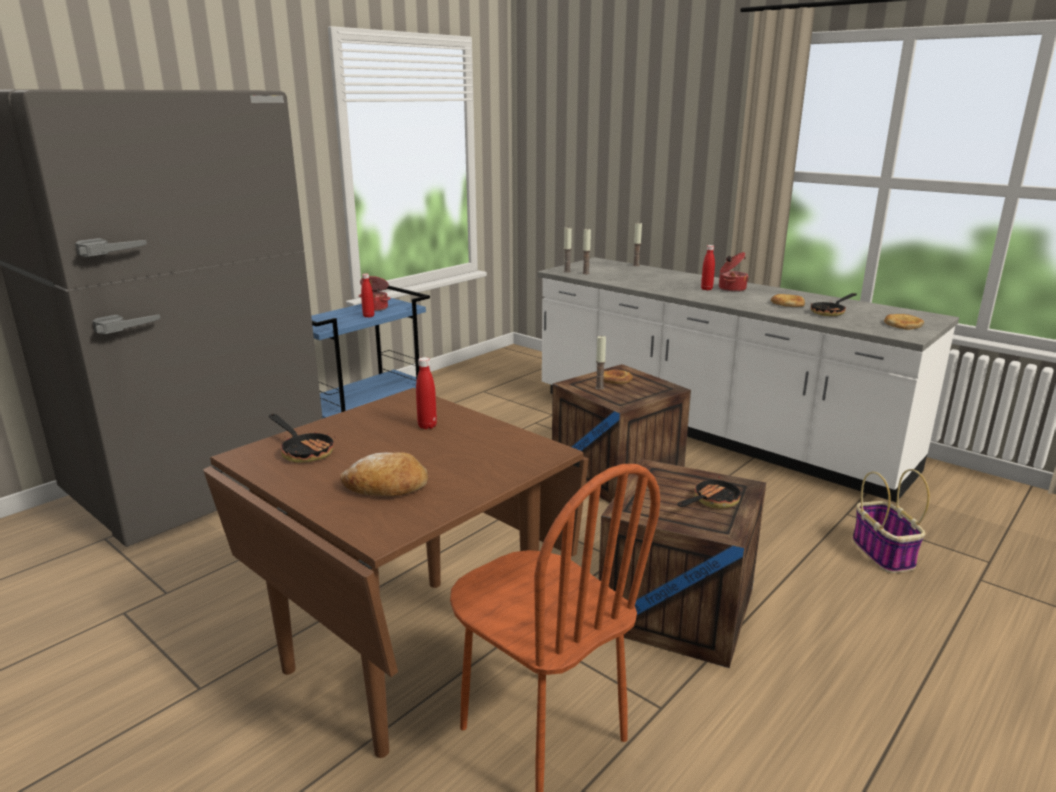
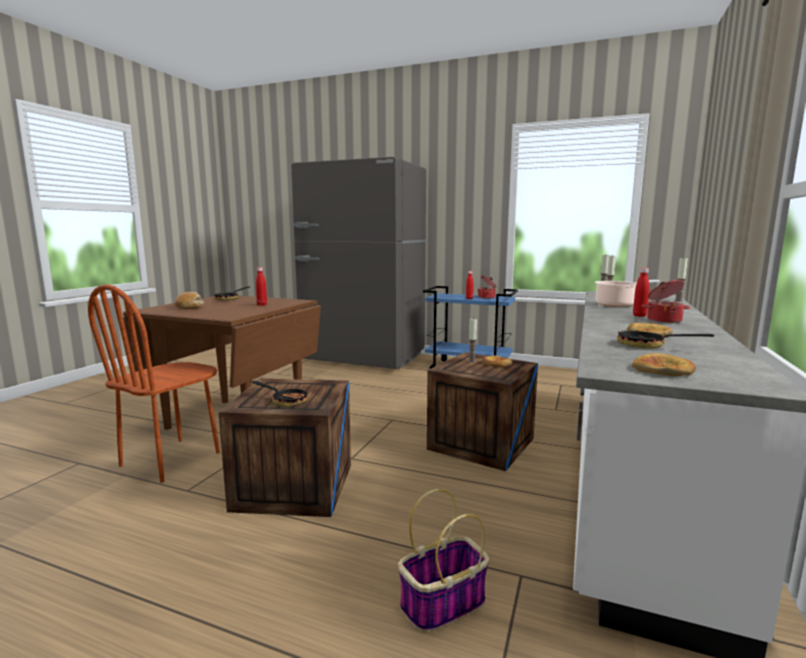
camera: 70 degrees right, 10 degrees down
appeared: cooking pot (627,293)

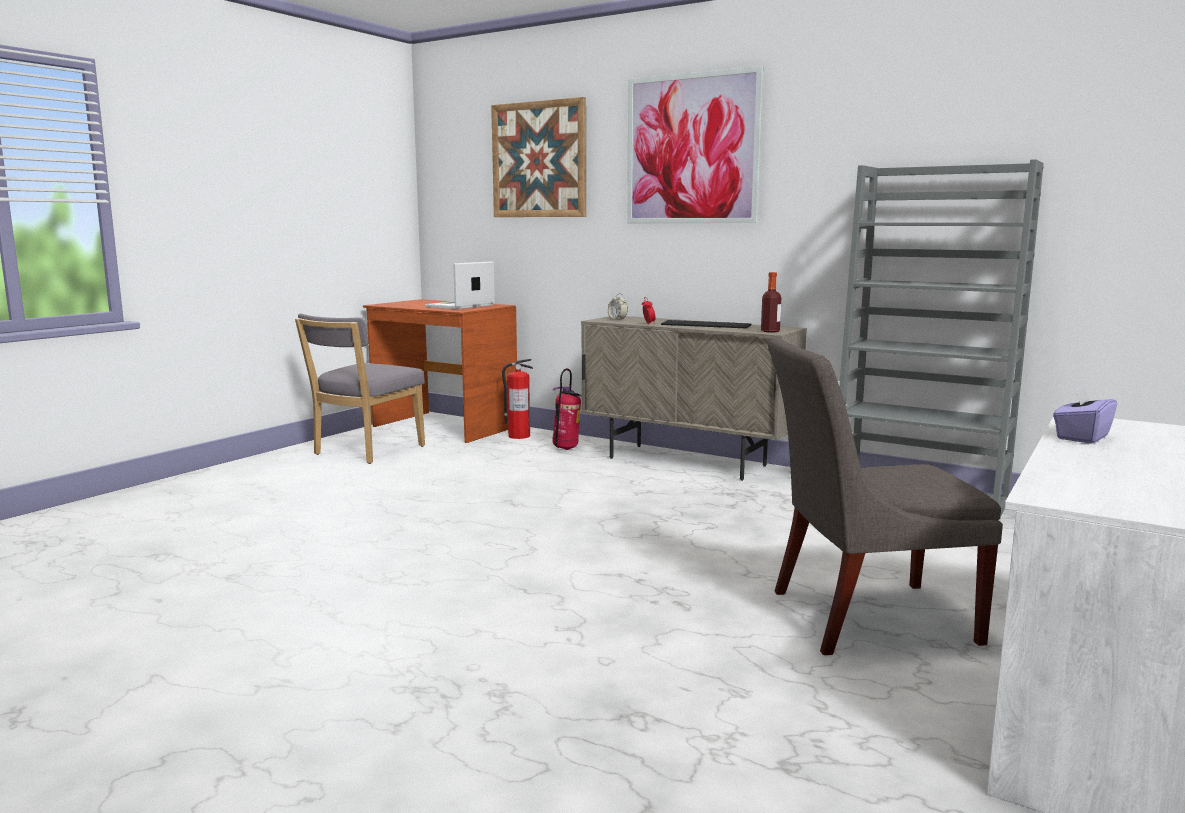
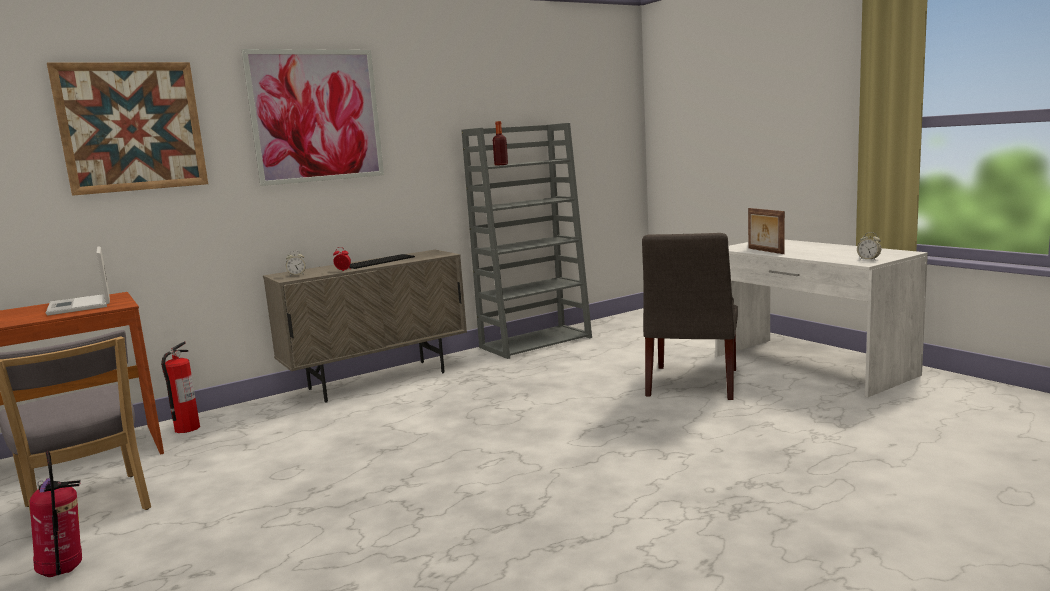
camera: 65 degrees left, 0 degrees up
appeared: table clock (869,246)
relocated: bottle (771,302) to (500,143); fire extinguisher (566,409) to (56,514)
exchanged: tissue box (purple) (1085,414) to picture frame (766,231)

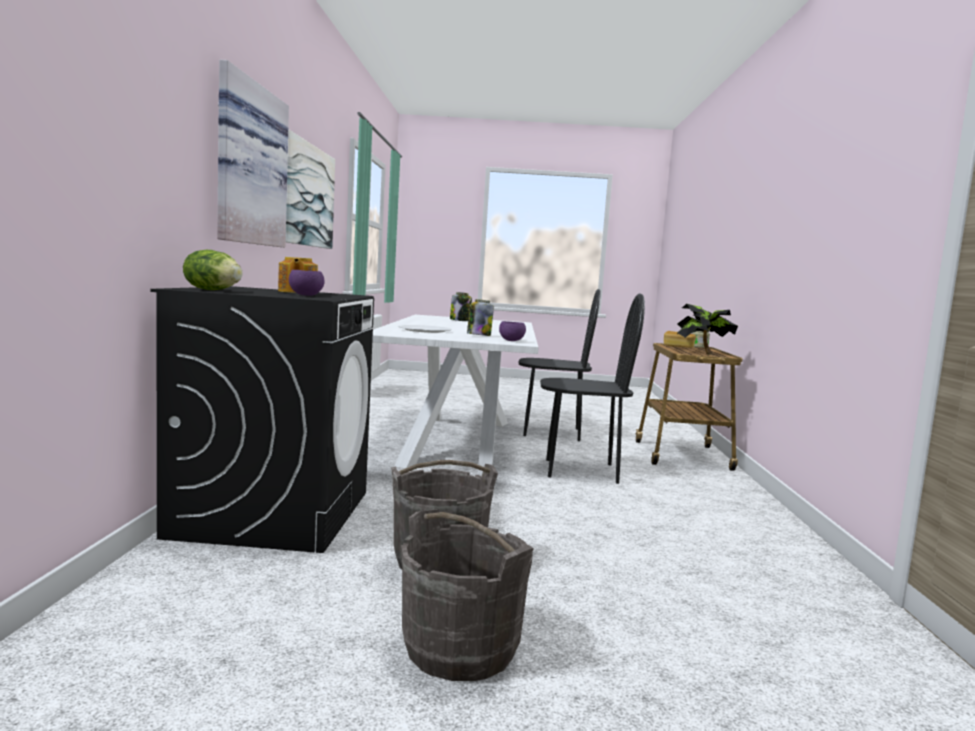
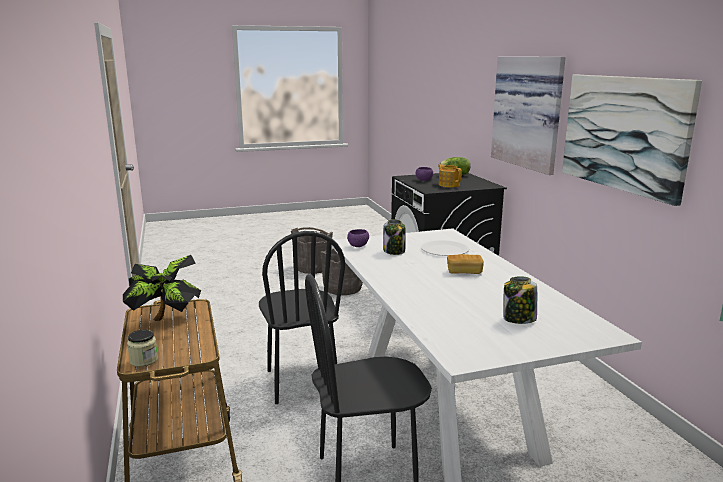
camera: 160 degrees right, 10 degrees up
relocated: bakery bread (680,339) to (465,264)
spun: upright chair (black-coloured) (592,388) = (302,317) 90 degrees counterclockwise

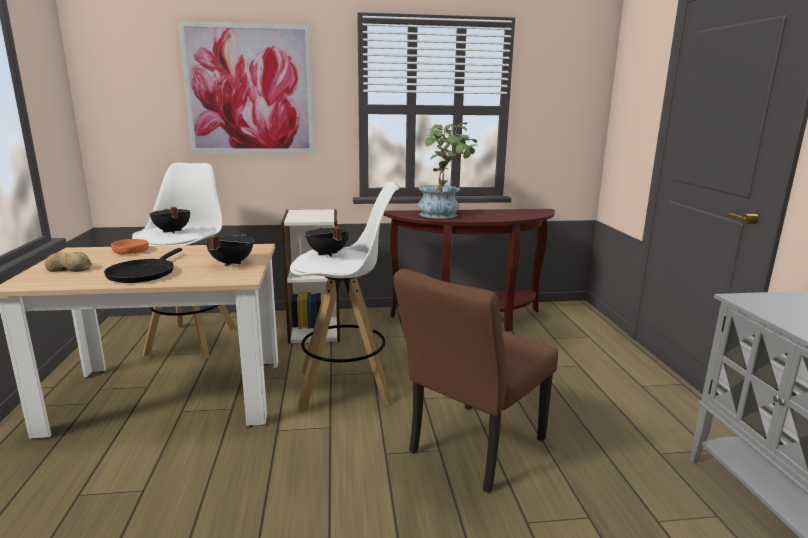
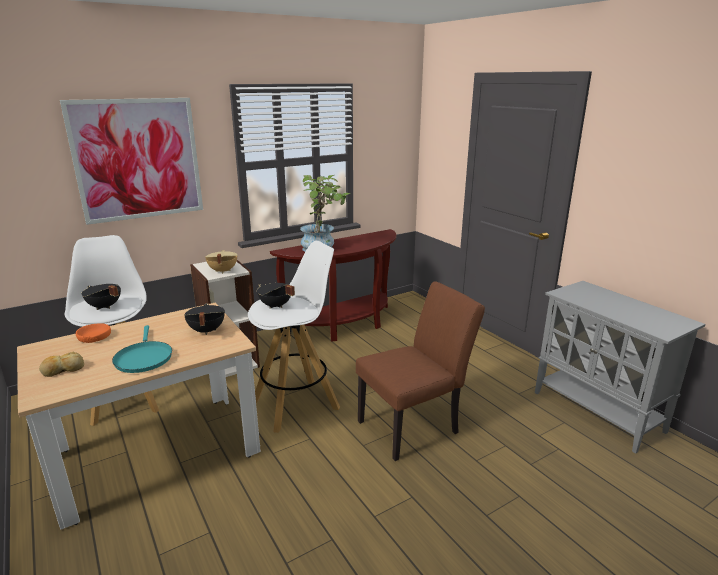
camera: 25 degrees left, 5 degrees up
appeared: cooking pot (sand-coloured) (221,262)
colour: pan (black-coloured) (143,265) to pan (blue-green) (142,349)
spun: upright chair (brownish) (475,381) = (420,371) 135 degrees counterclockwise

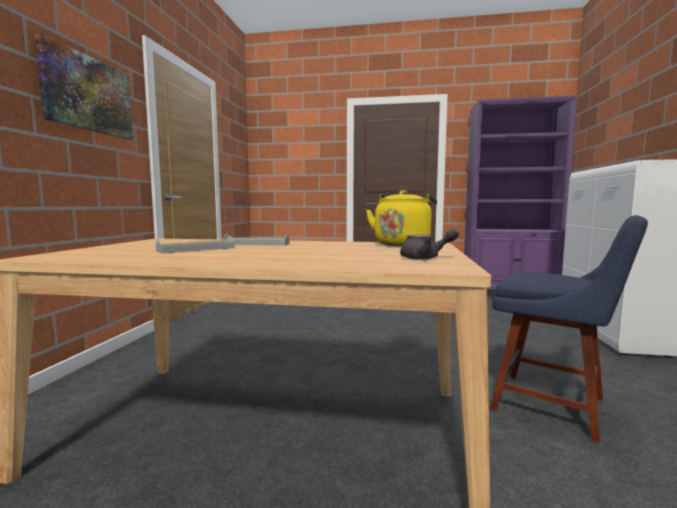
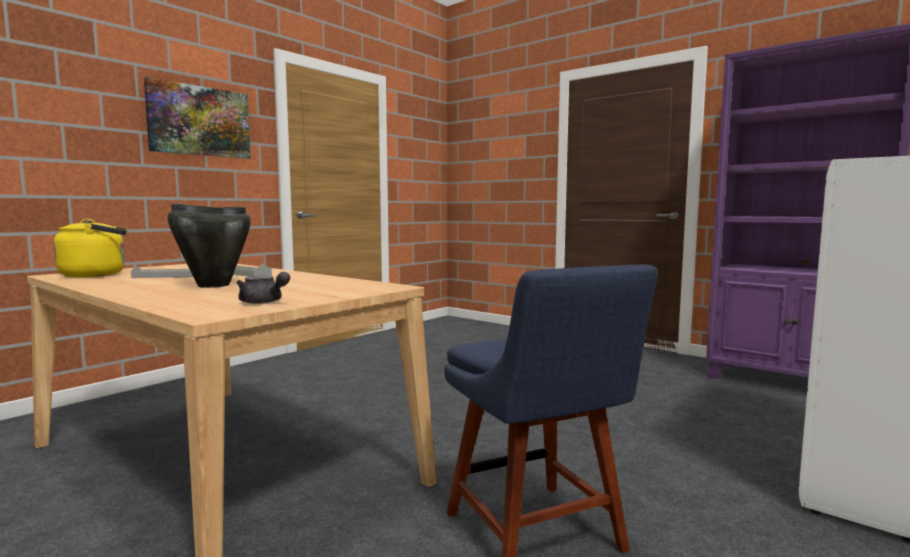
camera: 30 degrees right, 0 degrees up
appeared: cooking pot (black-coloured) (209,246)
relocated: tea kettle (yellow) (401,218) to (90,248)

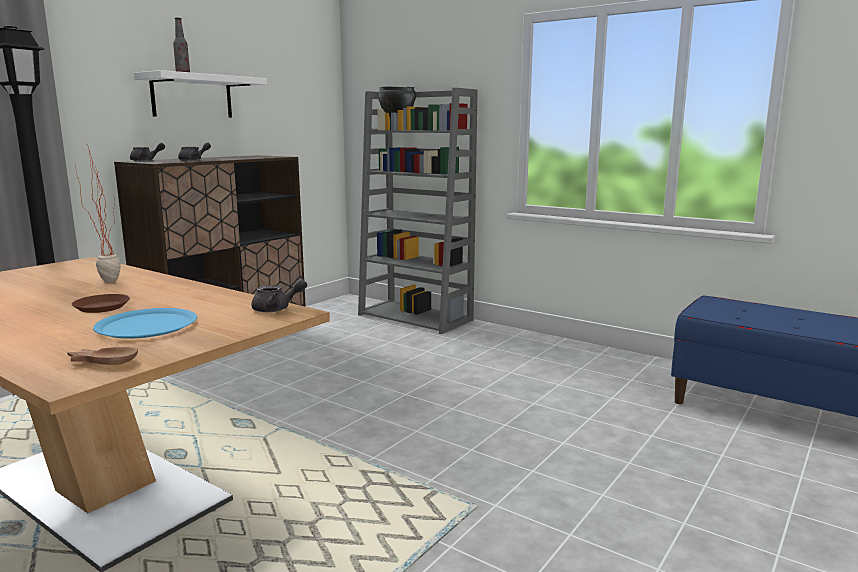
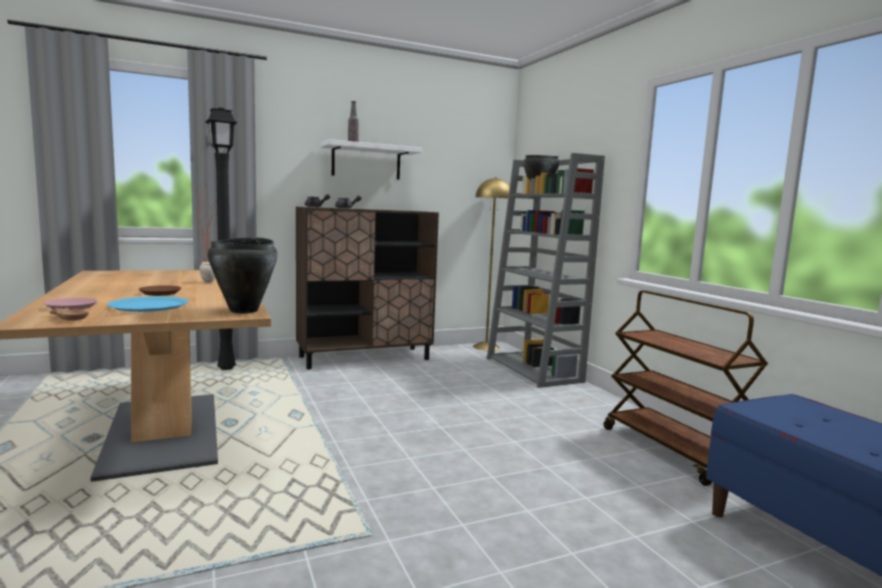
camera: 30 degrees right, 5 degrees down
appeared: floor lamp (yellow) (491,264); trolley (brownish) (686,388); plate (pinkish) (71,304)
exchanged: pot for tea (gray) (279,295) to cooking pot (black-coloured) (242,275)

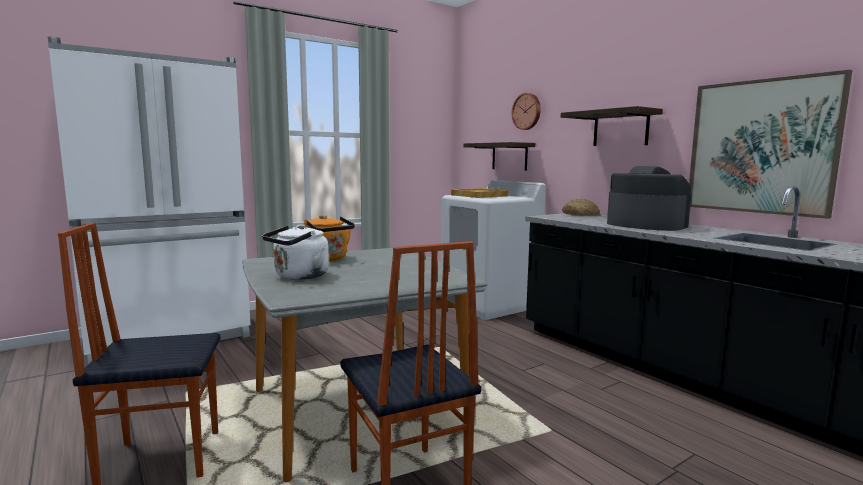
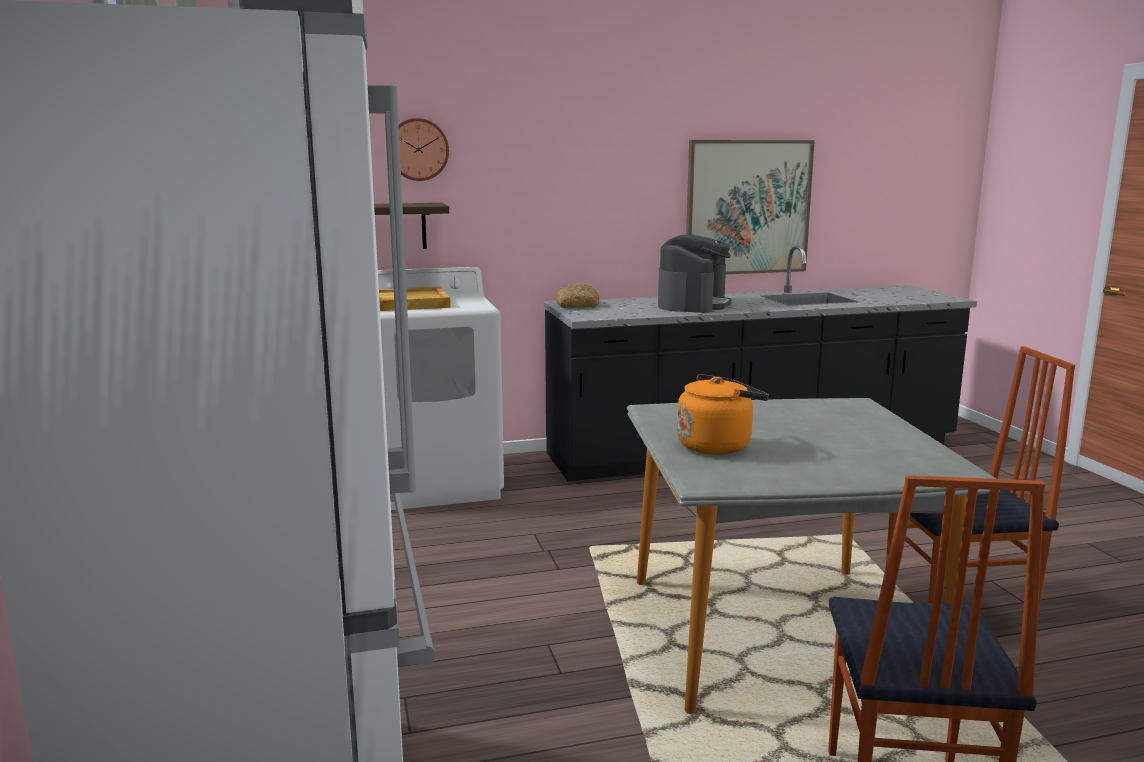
camera: 70 degrees left, 5 degrees up
missing: shelf (612,126); tea kettle (whitish) (295,252)
spun: coffee maker (649,198) = (695,274) 135 degrees clockwise

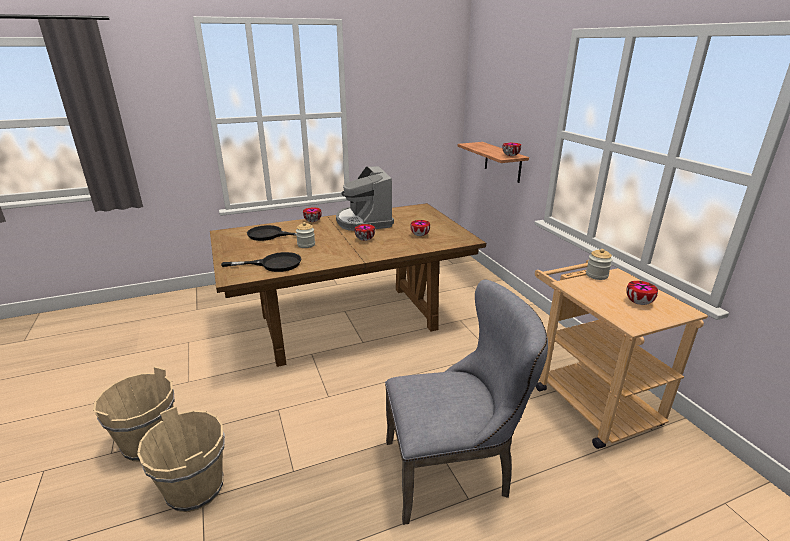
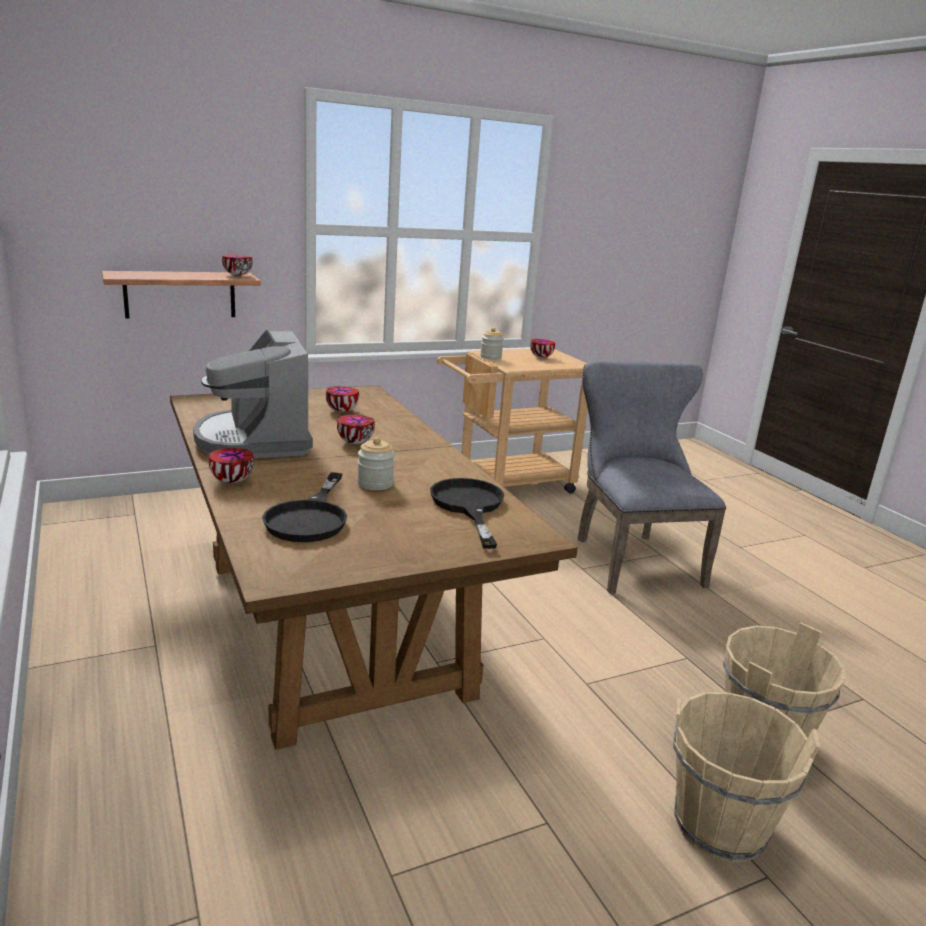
camera: 95 degrees left, 5 degrees down
spun: coffee maker (365,198) = (253,394) 90 degrees clockwise

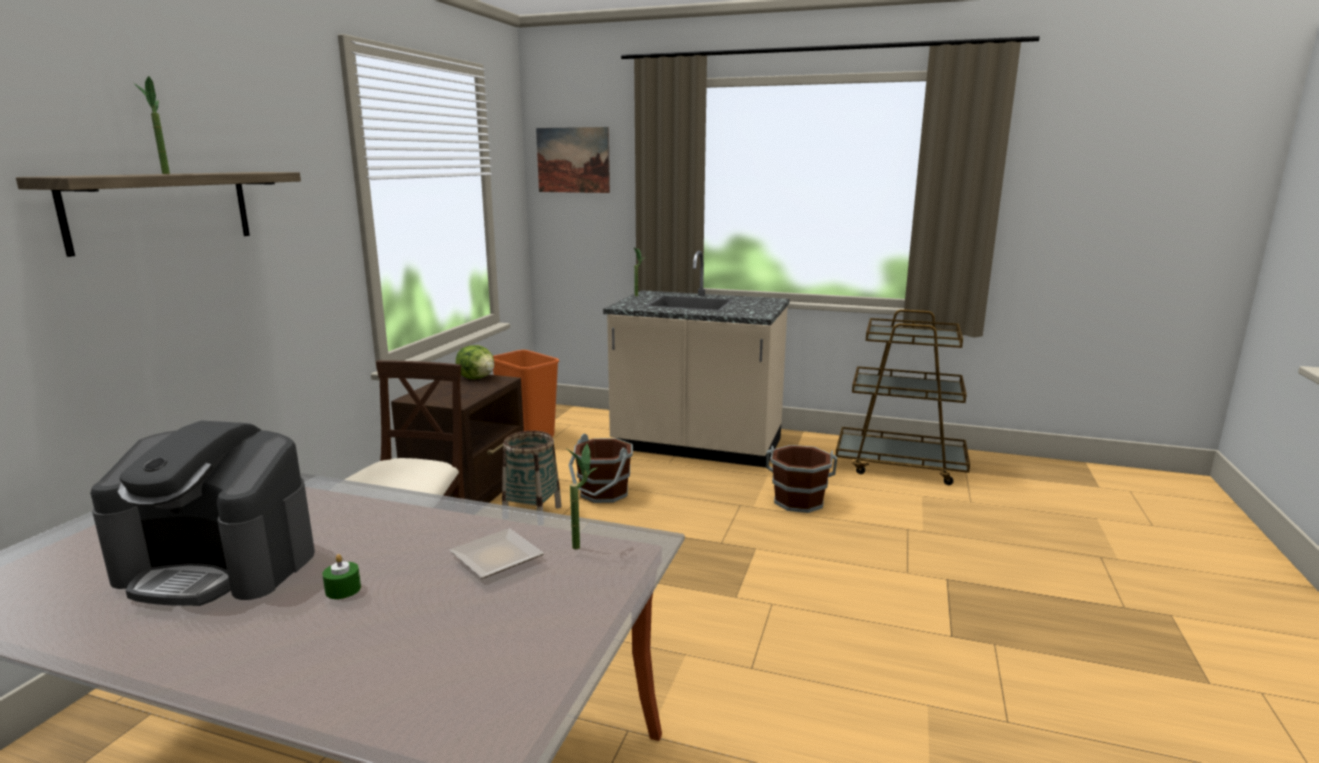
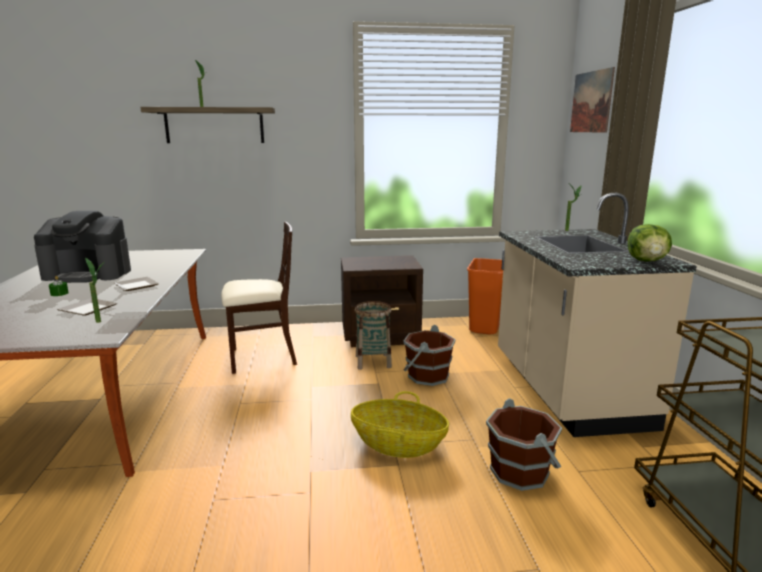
camera: 65 degrees right, 0 degrees up
appeared: plate (136,284); household basket (400,424)
relocated: lettuce (475,362) to (650,243)
spun: coffee maker (202,513) = (82,247) 75 degrees counterclockwise

